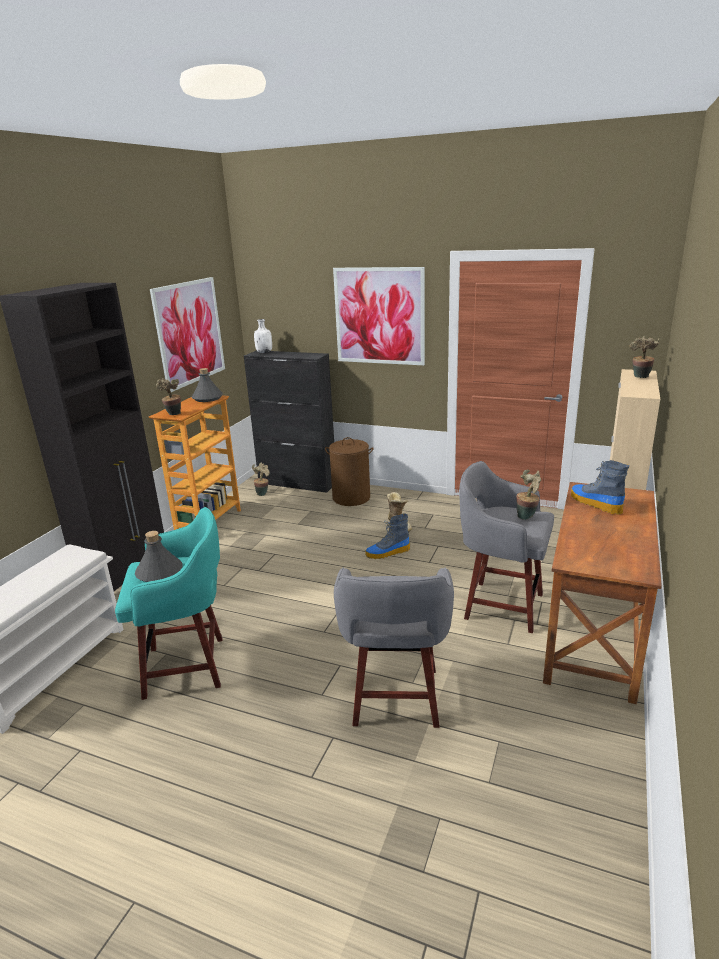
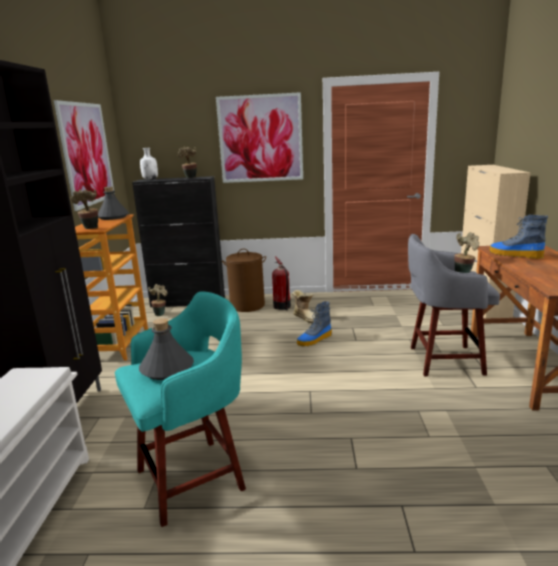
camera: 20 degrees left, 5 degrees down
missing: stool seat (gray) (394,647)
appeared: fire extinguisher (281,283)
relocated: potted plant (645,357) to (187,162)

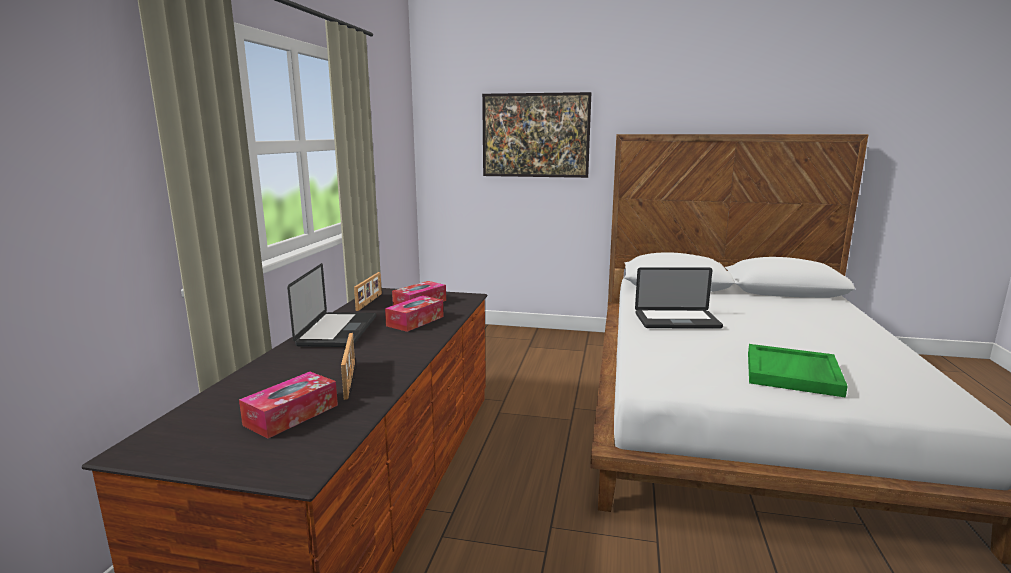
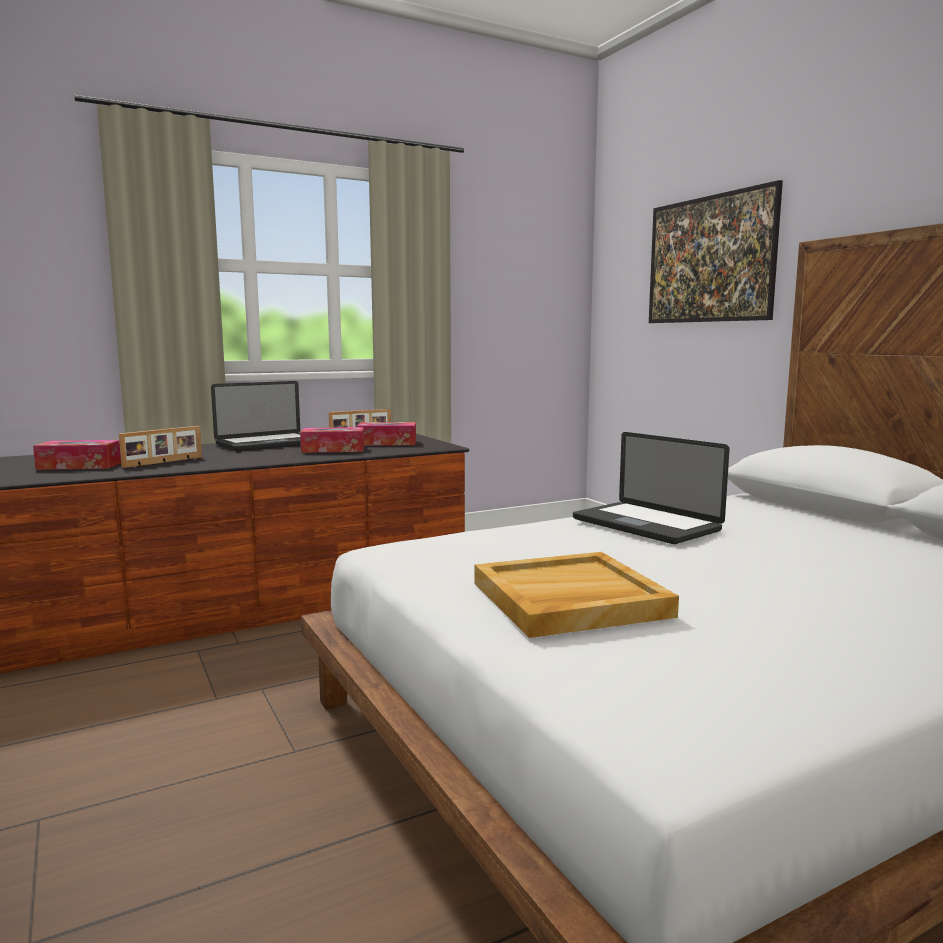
camera: 50 degrees right, 5 degrees down
colour: serving tray (green-coloured) (798,371) to serving tray (sand-coloured) (576,595)

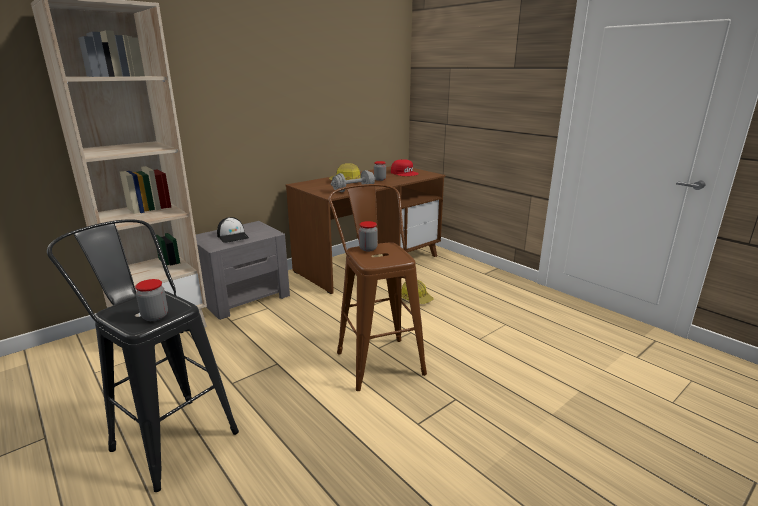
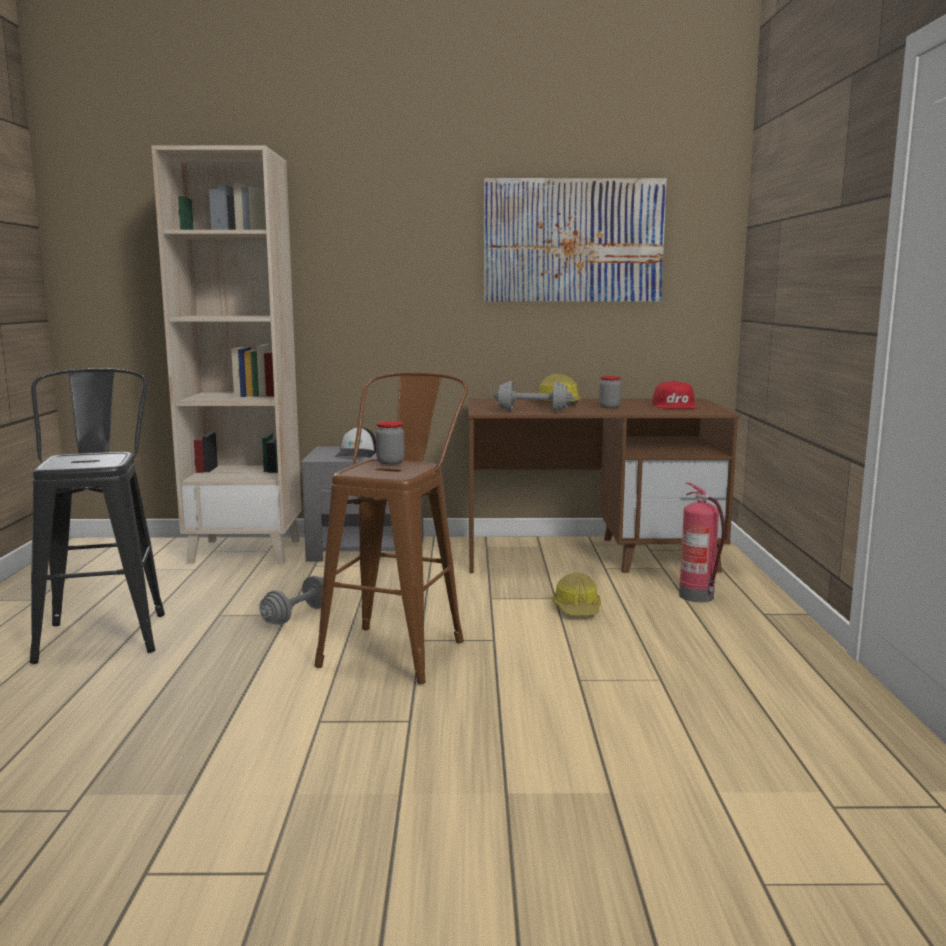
camera: 40 degrees right, 10 degrees down
missing: preserve jar (151,300)
appeared: wall art (575,240); fire extinguisher (702,542); free weight (gray) (291,600)

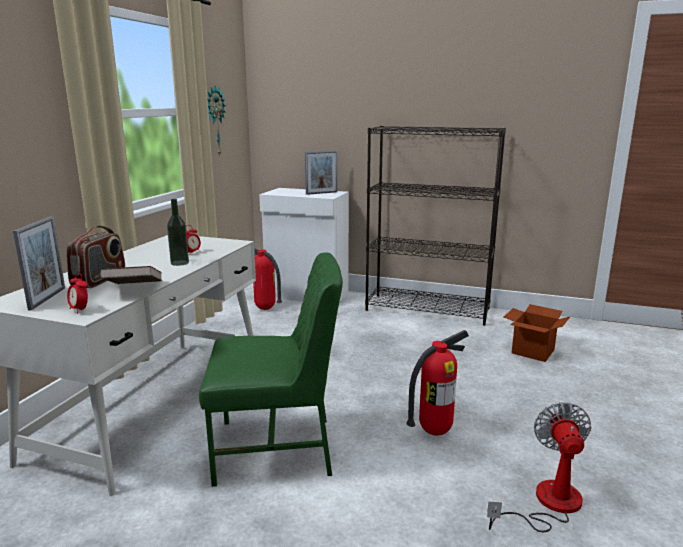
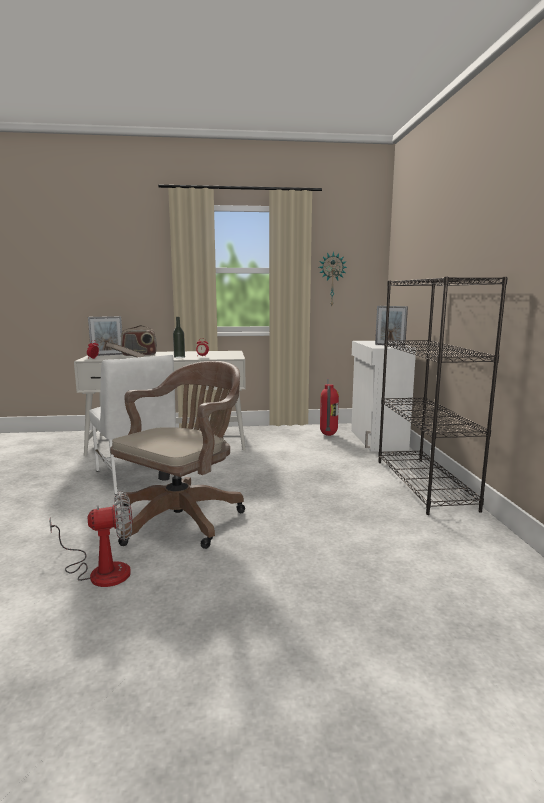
camera: 65 degrees right, 5 degrees down
missing: packing box (537,333)
exchanged: fire extinguisher (438,383) to computer chair (brownish) (177,455)
colour: upright chair (green-coloured) (271,369) to upright chair (whitish) (132,424)

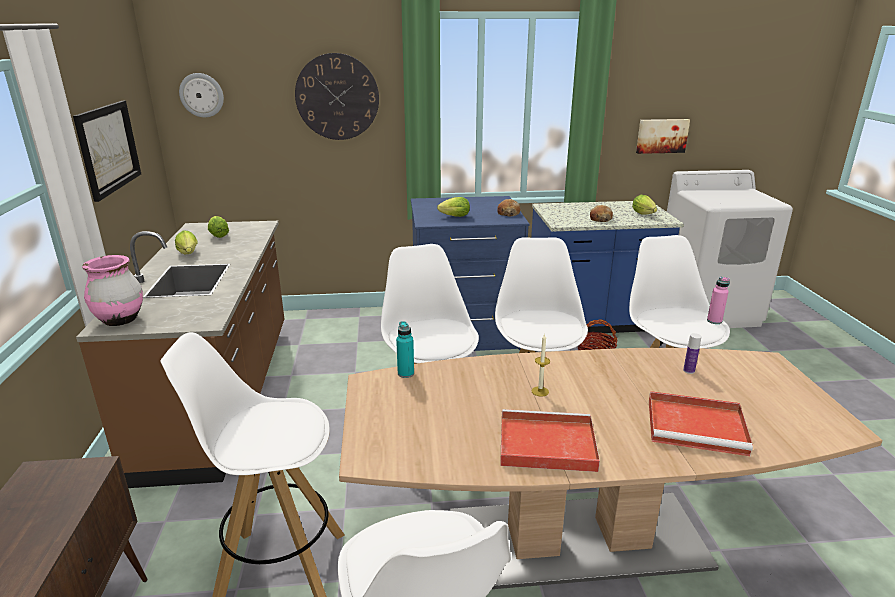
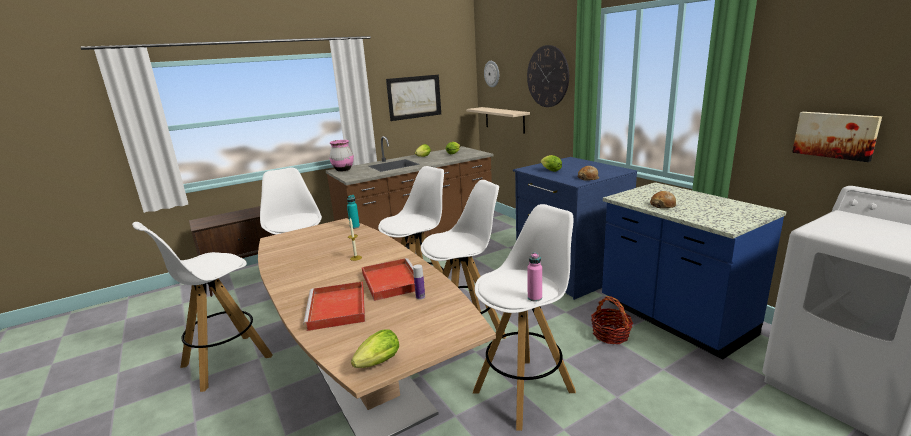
camera: 65 degrees right, 5 degrees down
appeared: shelf (498,120)
relocated: lettuce (644,205) to (375,348); serving tray (red-coloured) (550,440) to (393,279)

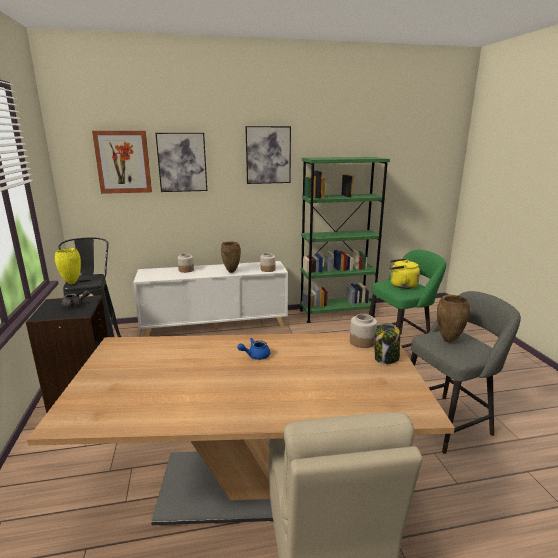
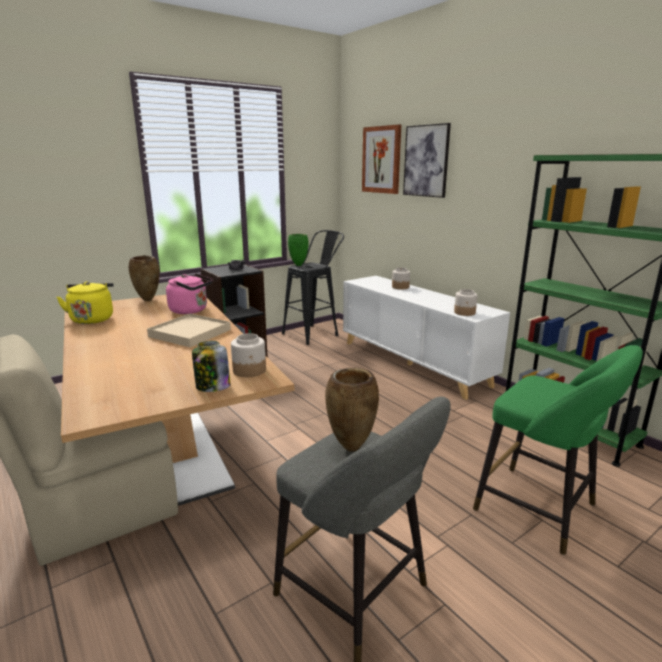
camera: 65 degrees right, 0 degrees up
missing: wall art (268,155)
appeared: tea kettle (pinkish) (189,293)
relocated: vase (brownish) (231,257) to (144,278); tea kettle (yellow) (405,273) to (85,302)
exchanged: pot for tea (blue) (253,349) to serving tray (sand-coloured) (189,330)
colour: vase (yellow) (68,266) to vase (green-coloured) (298,250)

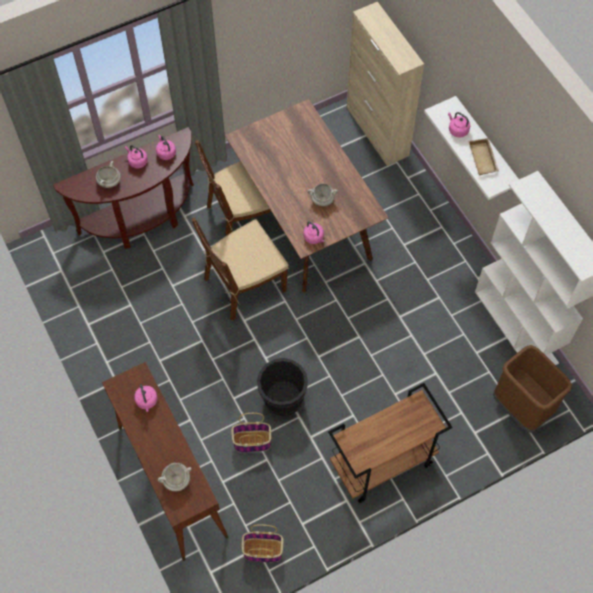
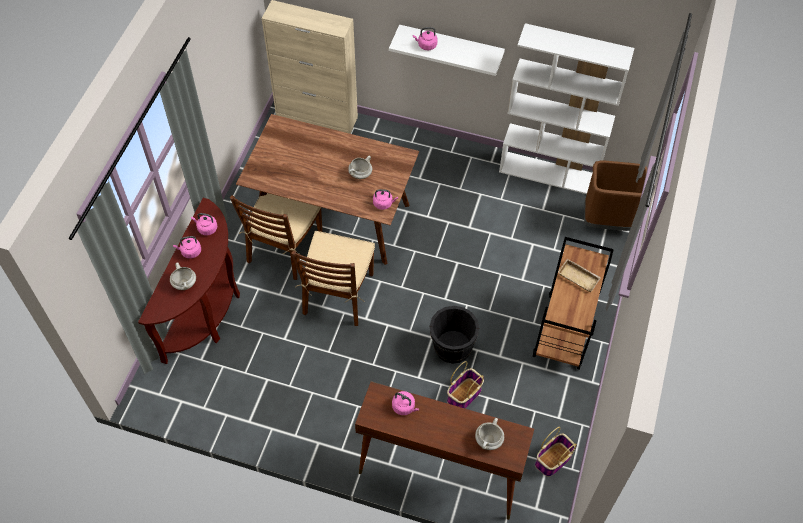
camera: 45 degrees left, 5 degrees down
relocated: serving tray (sand-coloured) (483,157) to (579,275)

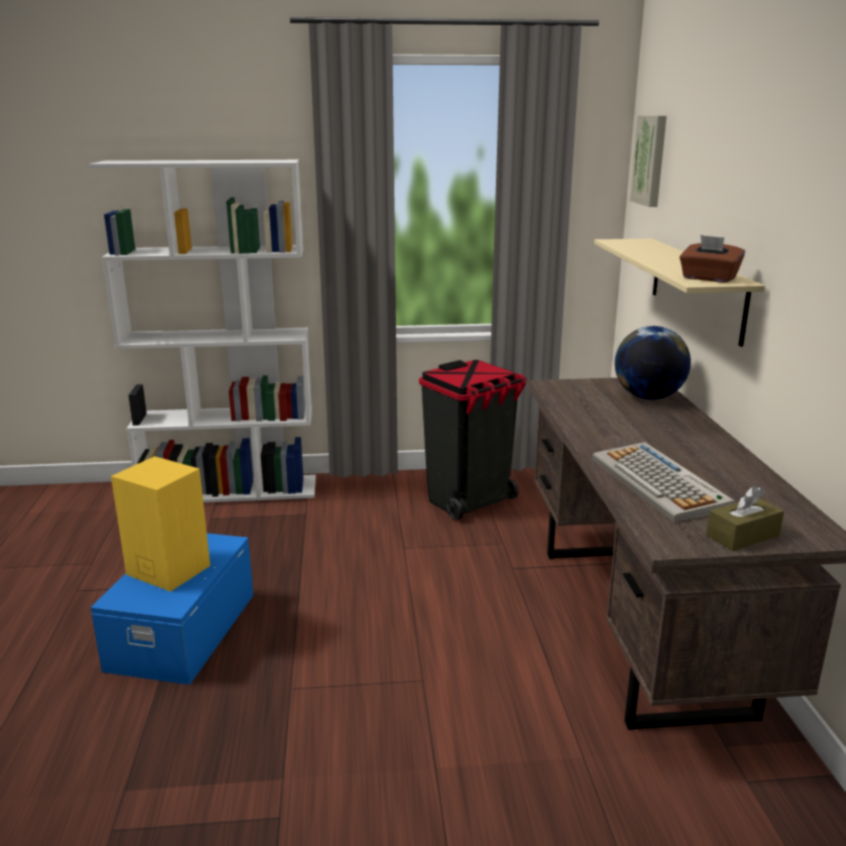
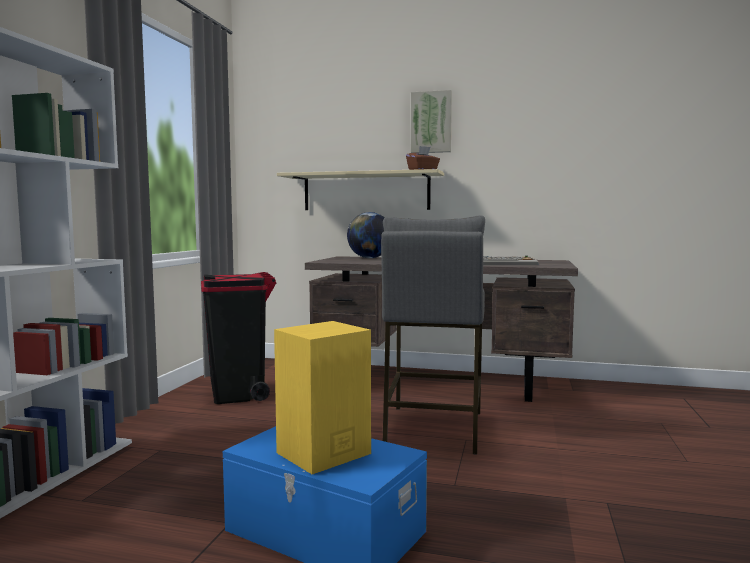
camera: 70 degrees left, 15 degrees down
missing: tissue box (brownish) (745,518)
appeared: stool seat (gray) (433,335)
relocated: wall art (648,161) to (431,121)

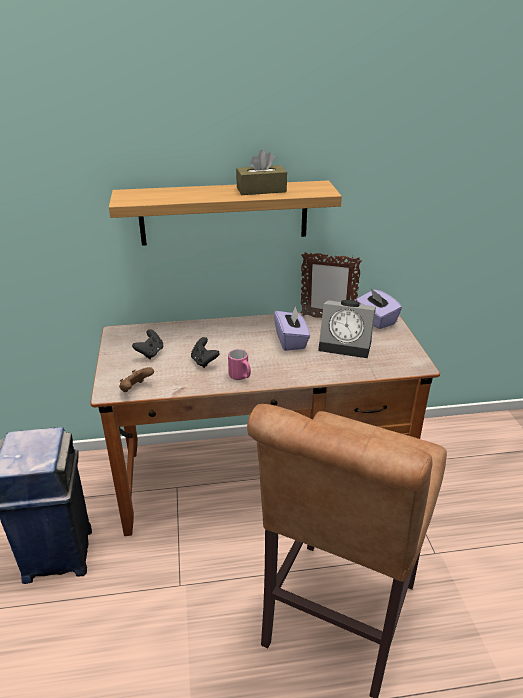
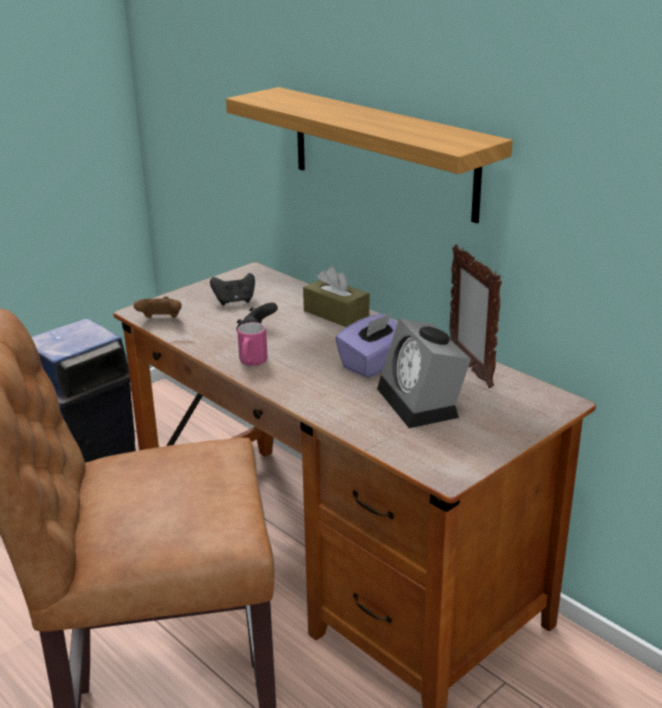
camera: 55 degrees right, 5 degrees down
missing: tissue box (purple) (378,309)
relocated: tissue box (brownish) (261,172) to (336,296)

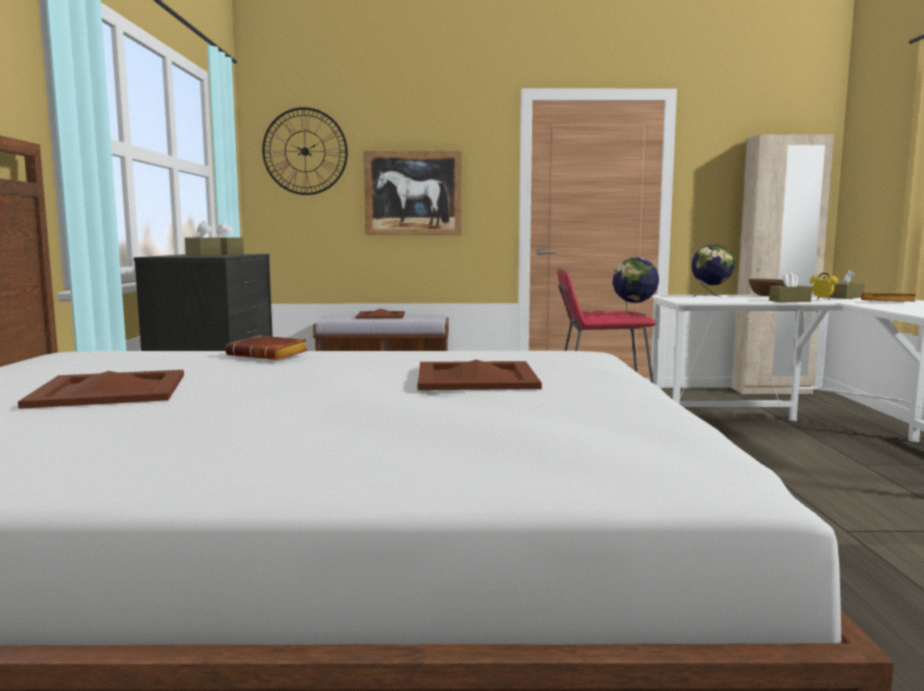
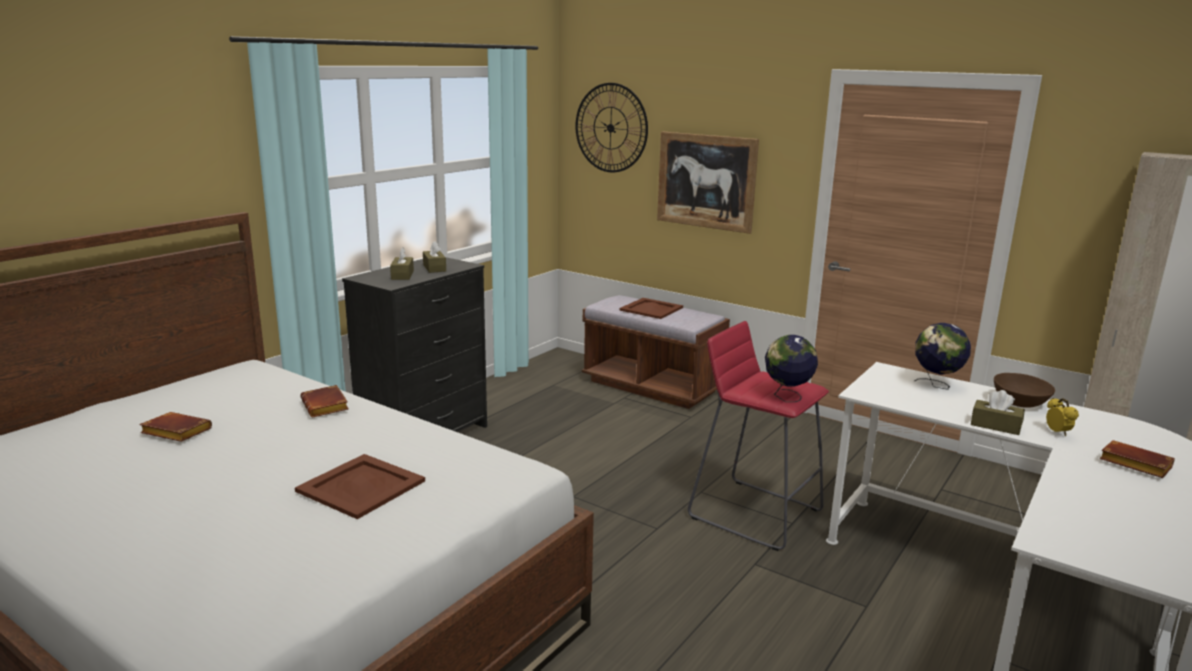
camera: 35 degrees right, 10 degrees up
missing: tissue box (brownish) (847,284)
exchanged: serving tray (brownish) (101,389) to bound book (brownish) (176,427)

